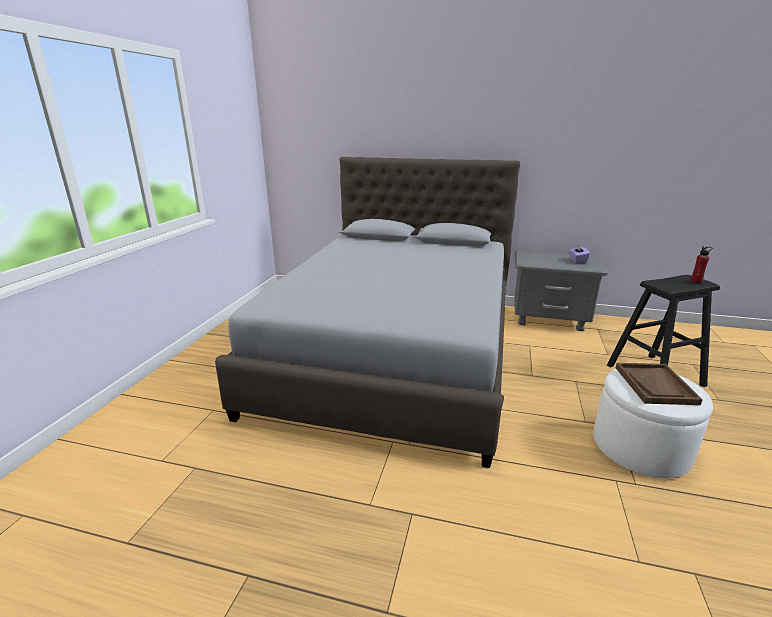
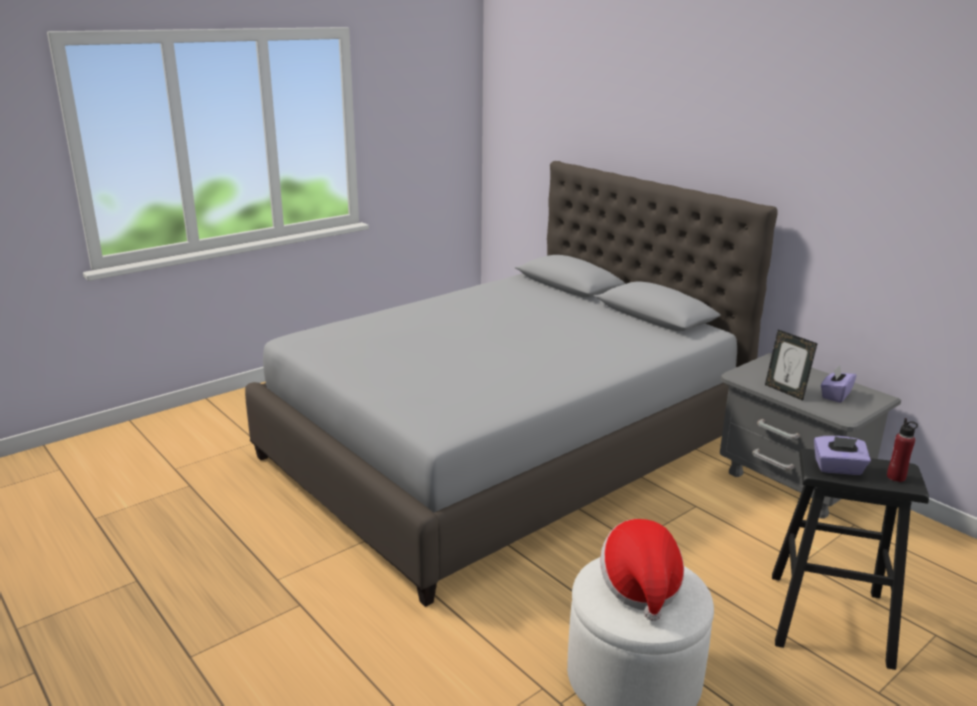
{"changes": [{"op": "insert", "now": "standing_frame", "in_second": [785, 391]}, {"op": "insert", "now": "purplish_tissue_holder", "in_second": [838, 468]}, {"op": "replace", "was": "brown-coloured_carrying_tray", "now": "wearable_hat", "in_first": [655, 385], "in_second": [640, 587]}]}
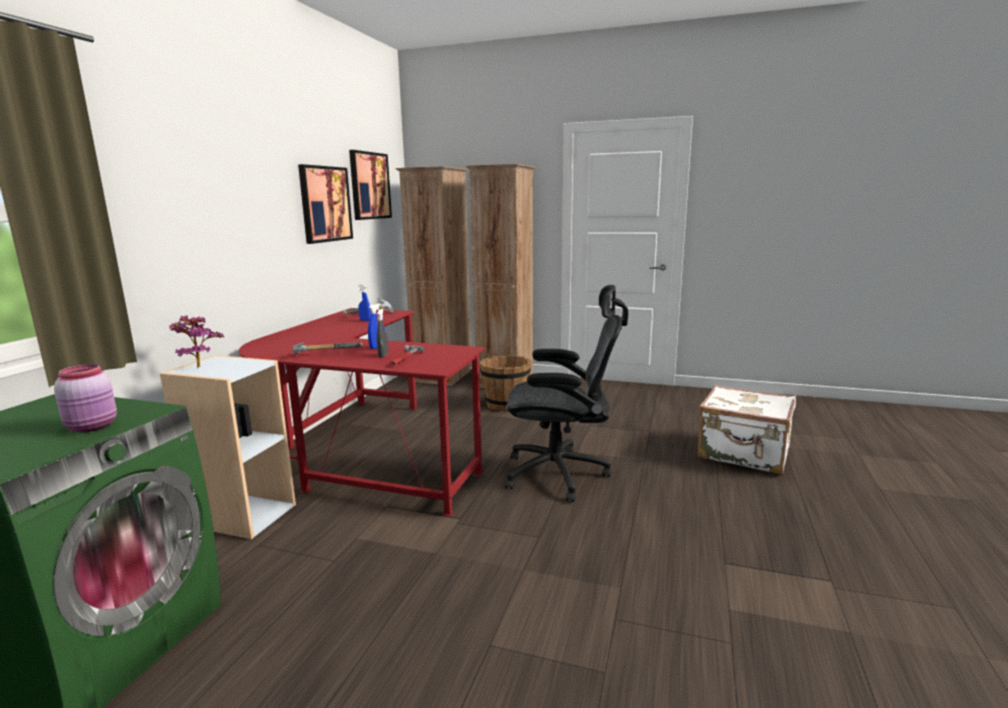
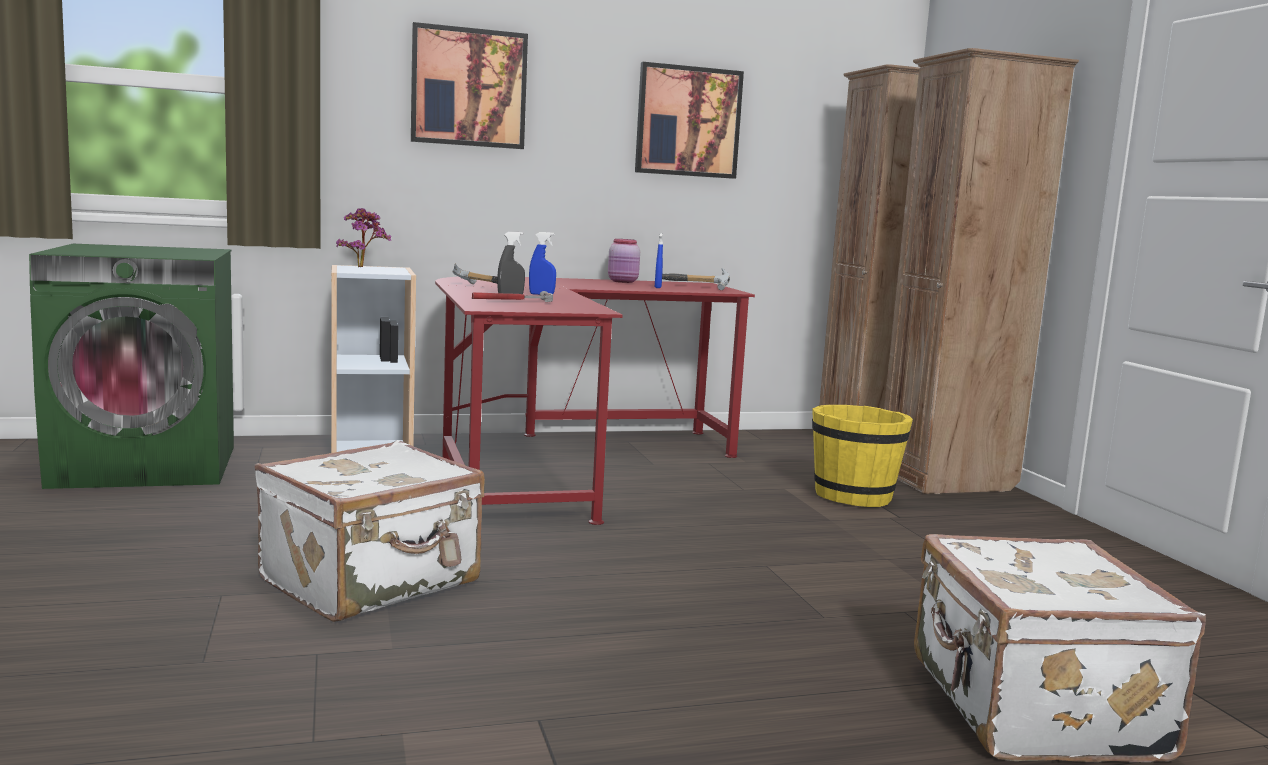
{"changes": [{"op": "delete", "was": "office_chair", "in_first": [561, 474]}, {"op": "insert", "now": "white_travel_case", "in_second": [373, 582]}, {"op": "move", "was": "pinkish_jar", "in_first": [94, 426], "in_second": [623, 282]}, {"op": "move", "was": "wall_picture", "in_first": [369, 186], "in_second": [468, 87]}, {"op": "recolor", "was": "brown-coloured_water_bucket", "now": "yellowish_water_bucket", "in_first": [506, 404], "in_second": [853, 496]}]}
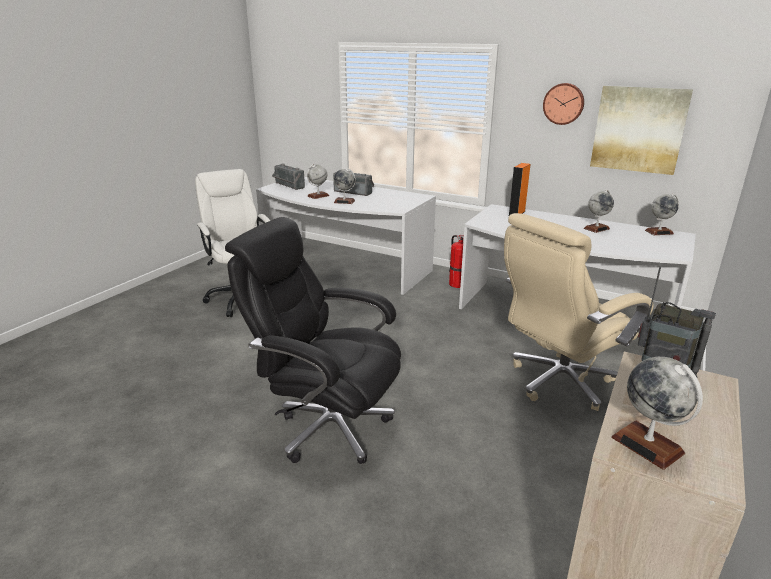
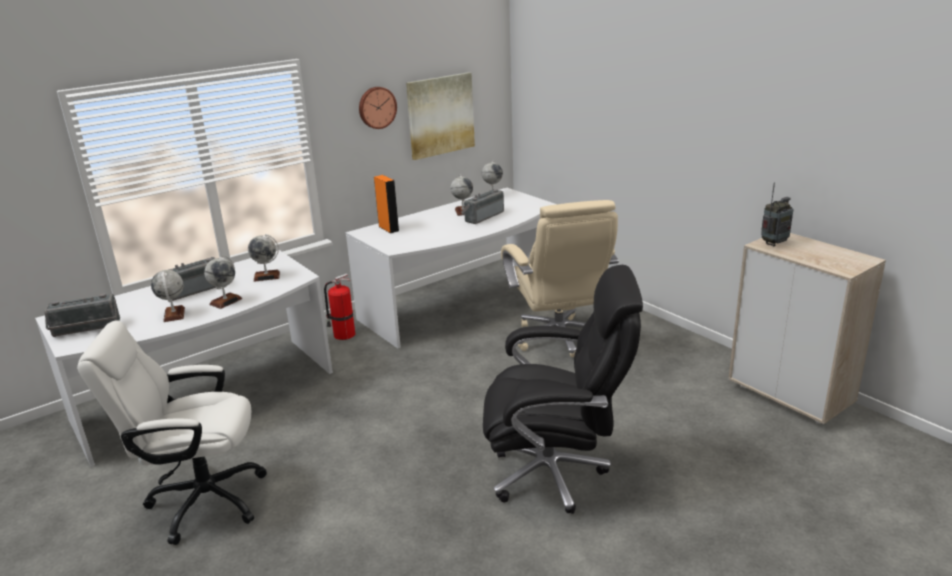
{"changes": [{"op": "insert", "now": "radio_set", "in_second": [482, 216]}, {"op": "move", "was": "desk_globe", "in_first": [647, 445], "in_second": [267, 276]}, {"op": "rotate", "was": "black_office_chair", "in_first": [327, 428], "in_second": [555, 475], "clockwise": -135}]}
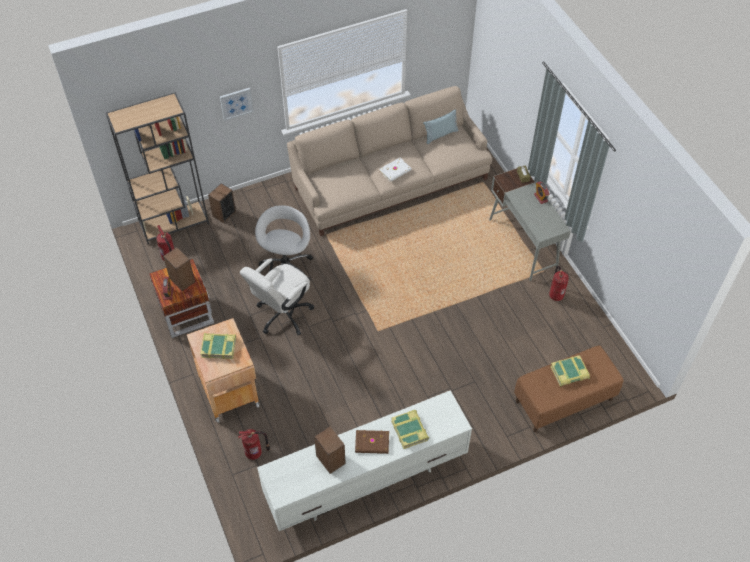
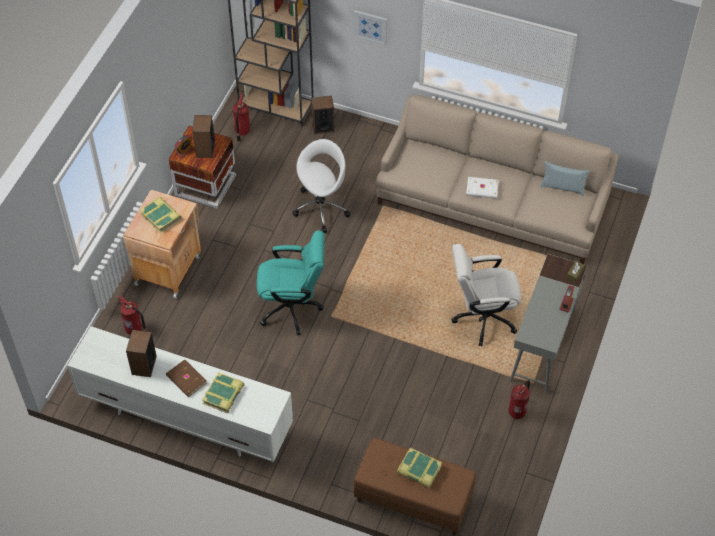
{"changes": [{"op": "insert", "now": "turquoise_office_chair", "in_second": [293, 309]}, {"op": "move", "was": "white_office_chair", "in_first": [282, 316], "in_second": [481, 319]}]}
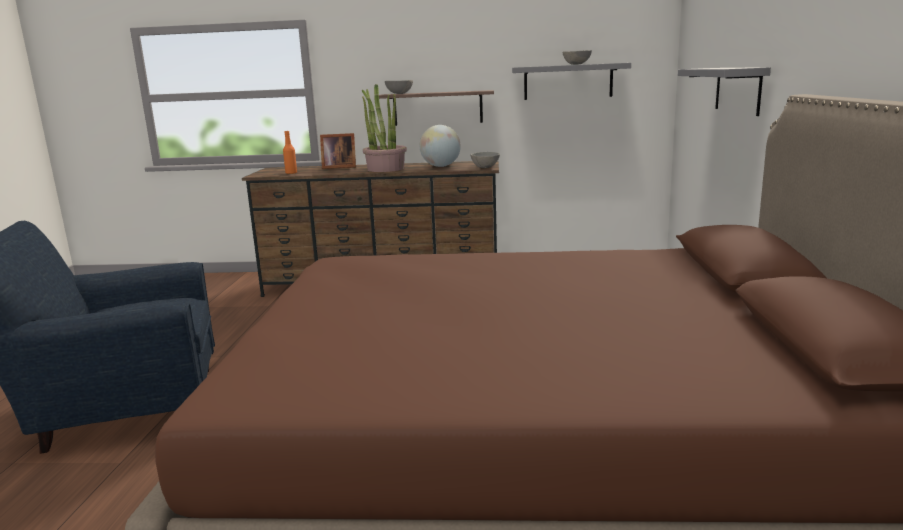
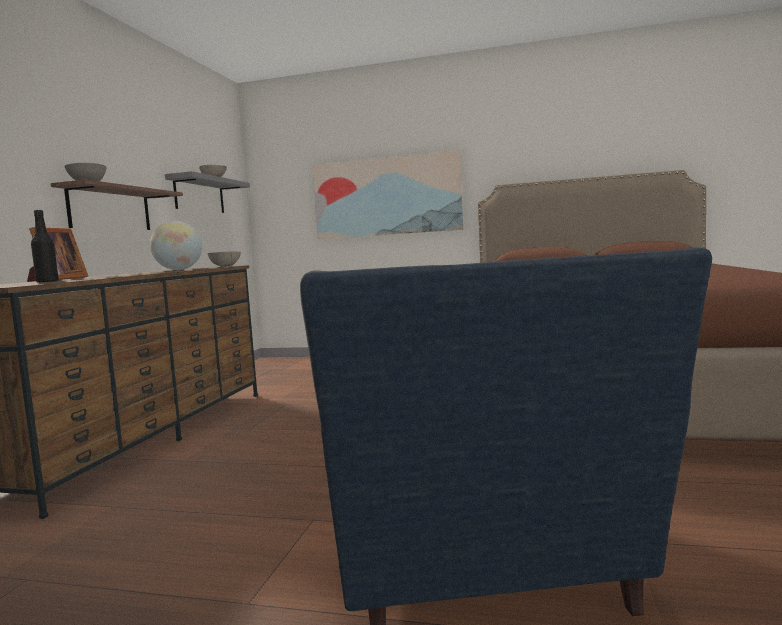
{"changes": [{"op": "delete", "was": "potted_plant", "in_first": [385, 169]}, {"op": "replace", "was": "gray_bracket_shelf", "now": "wall_picture", "in_first": [737, 90], "in_second": [386, 196]}, {"op": "recolor", "was": "orange-coloured_bottle", "now": "black_bottle", "in_first": [291, 173], "in_second": [47, 282]}]}
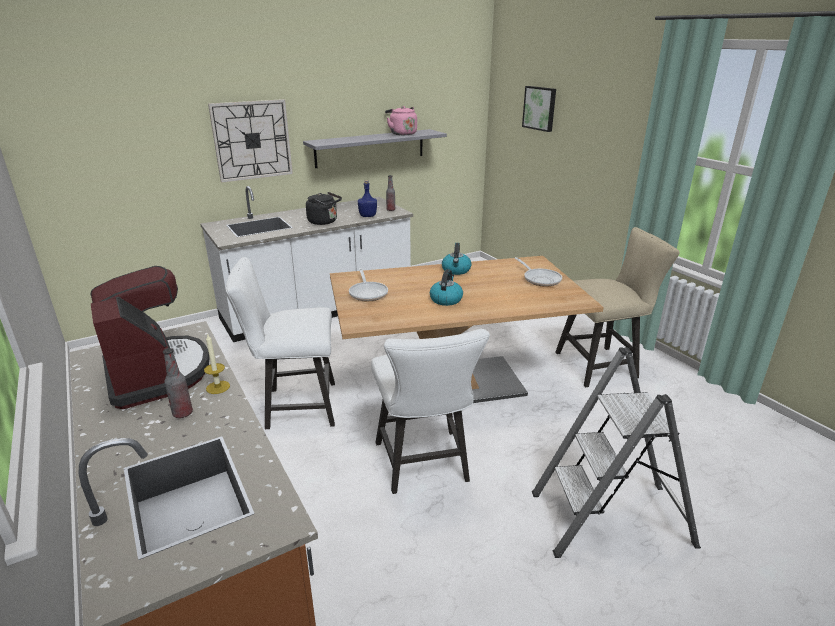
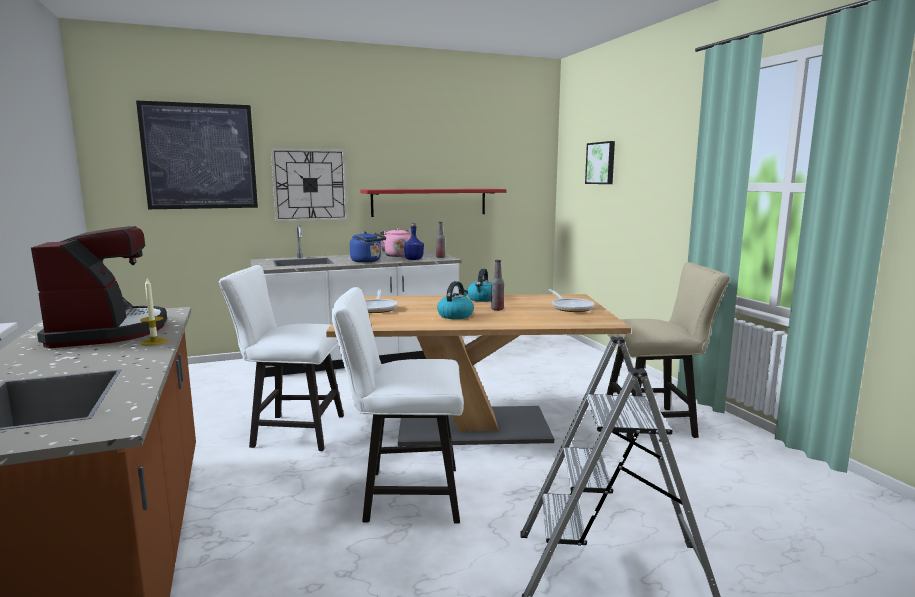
{"changes": [{"op": "insert", "now": "wall_picture", "in_second": [200, 156]}, {"op": "move", "was": "bottle", "in_first": [183, 413], "in_second": [497, 309]}, {"op": "move", "was": "pinkish_tea_kettle", "in_first": [402, 133], "in_second": [396, 255]}, {"op": "recolor", "was": "gray_bracket_shelf", "now": "red-coloured_bracket_shelf", "in_first": [370, 148], "in_second": [429, 202]}, {"op": "recolor", "was": "black_tea_kettle", "now": "bluish_tea_kettle", "in_first": [324, 222], "in_second": [367, 261]}, {"op": "rotate", "was": "white_chair", "in_first": [424, 466], "in_second": [403, 495], "clockwise": 90}]}
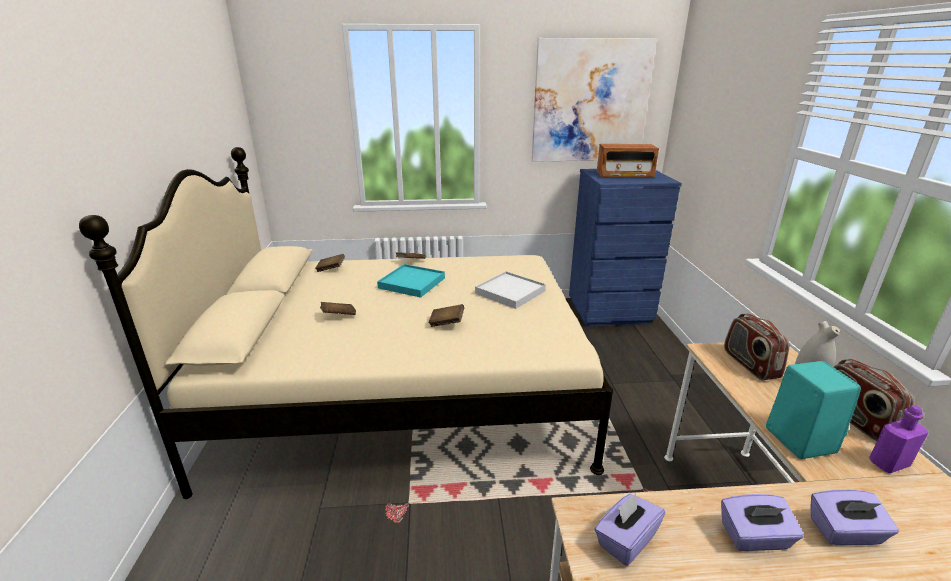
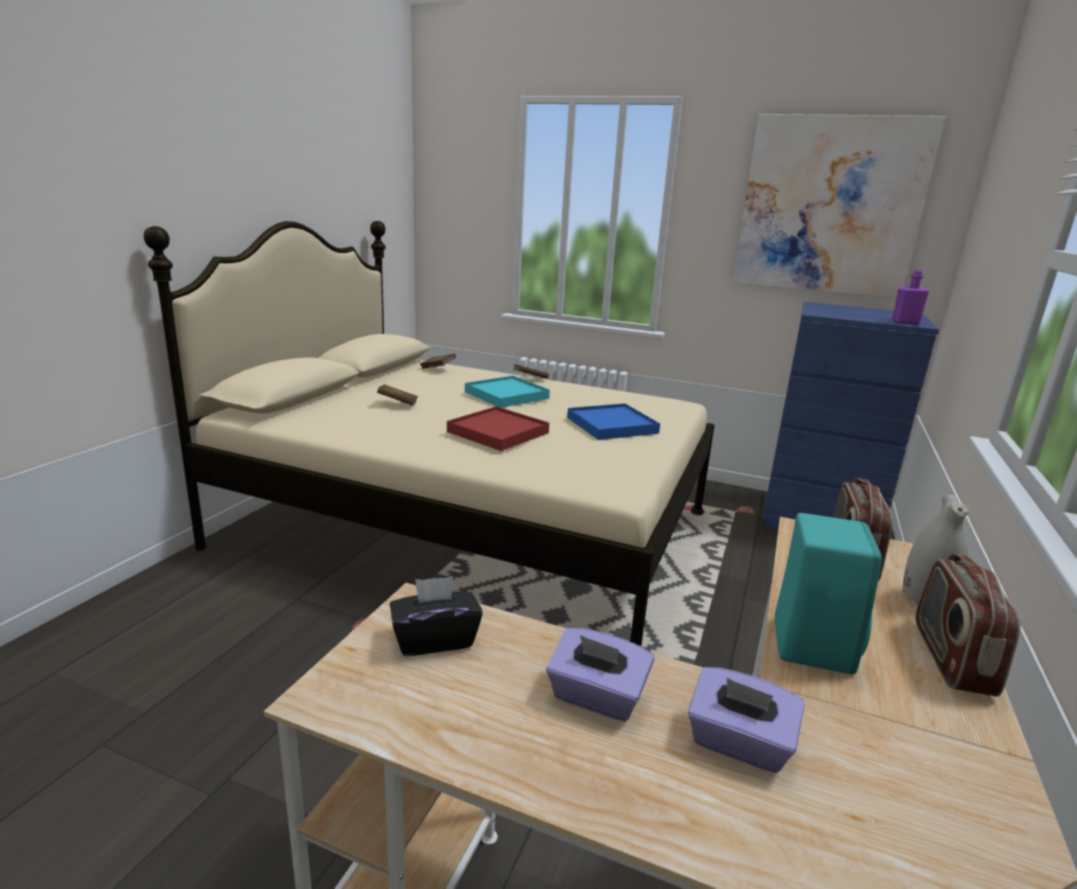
{"changes": [{"op": "delete", "was": "radio_set", "in_first": [624, 175]}, {"op": "move", "was": "purplish_bottle", "in_first": [888, 463], "in_second": [905, 323]}, {"op": "replace", "was": "brown-coloured_bound_book", "now": "red-coloured_carrying_tray", "in_first": [446, 323], "in_second": [498, 432]}, {"op": "recolor", "was": "white_carrying_tray", "now": "bluish_carrying_tray", "in_first": [510, 292], "in_second": [612, 425]}, {"op": "recolor", "was": "purplish_tissue_holder", "now": "black_tissue_holder", "in_first": [625, 540], "in_second": [435, 639]}]}
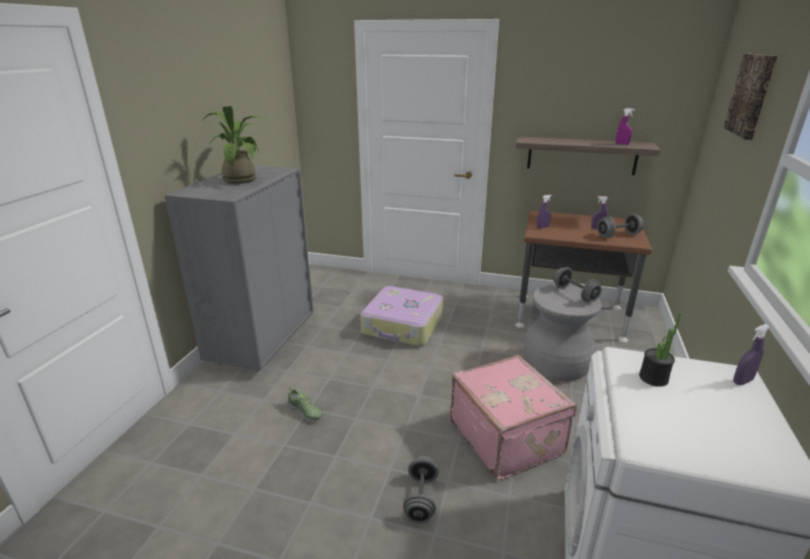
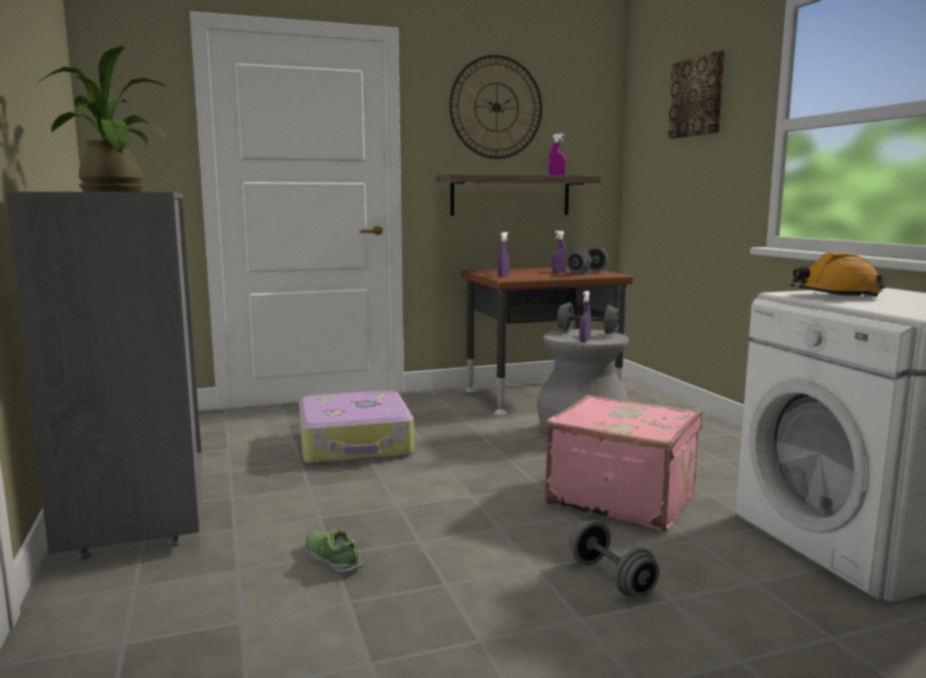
{"changes": [{"op": "insert", "now": "hanging_clock", "in_second": [496, 107]}, {"op": "move", "was": "purplish_sprayer", "in_first": [742, 381], "in_second": [584, 341]}, {"op": "replace", "was": "potted_plant", "now": "orange-coloured_safety_helmet", "in_first": [653, 378], "in_second": [835, 296]}, {"op": "rotate", "was": "item_of_footwear", "in_first": [305, 412], "in_second": [332, 559], "clockwise": -135}]}
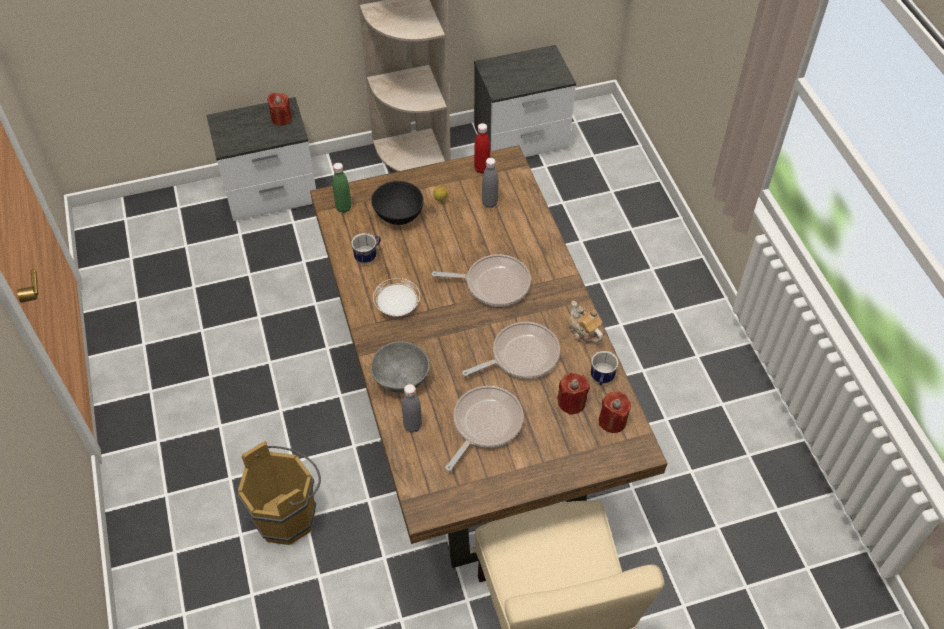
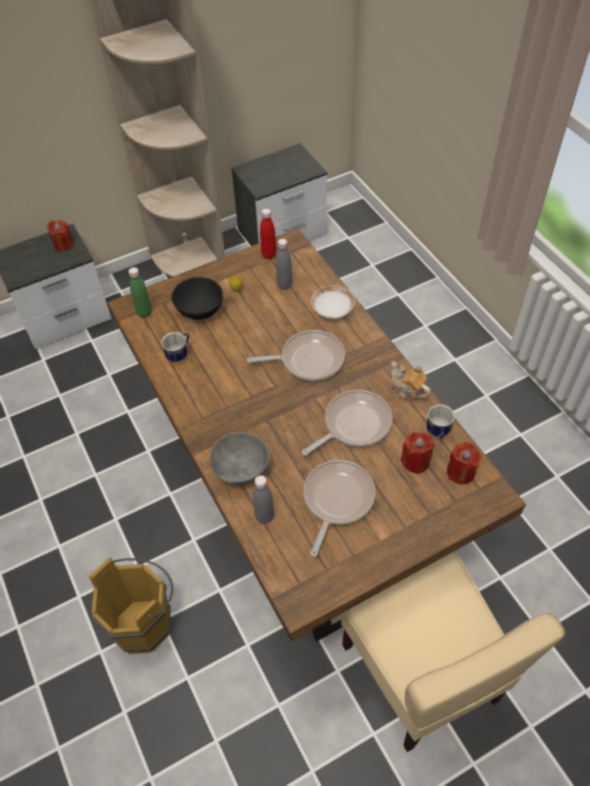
{"changes": [{"op": "move", "was": "white_flat_dish", "in_first": [397, 306], "in_second": [332, 310]}]}
